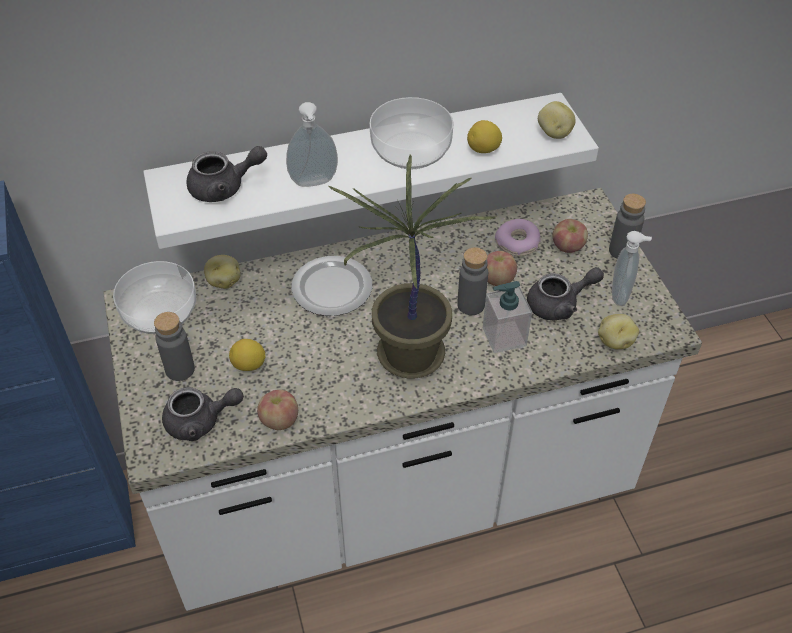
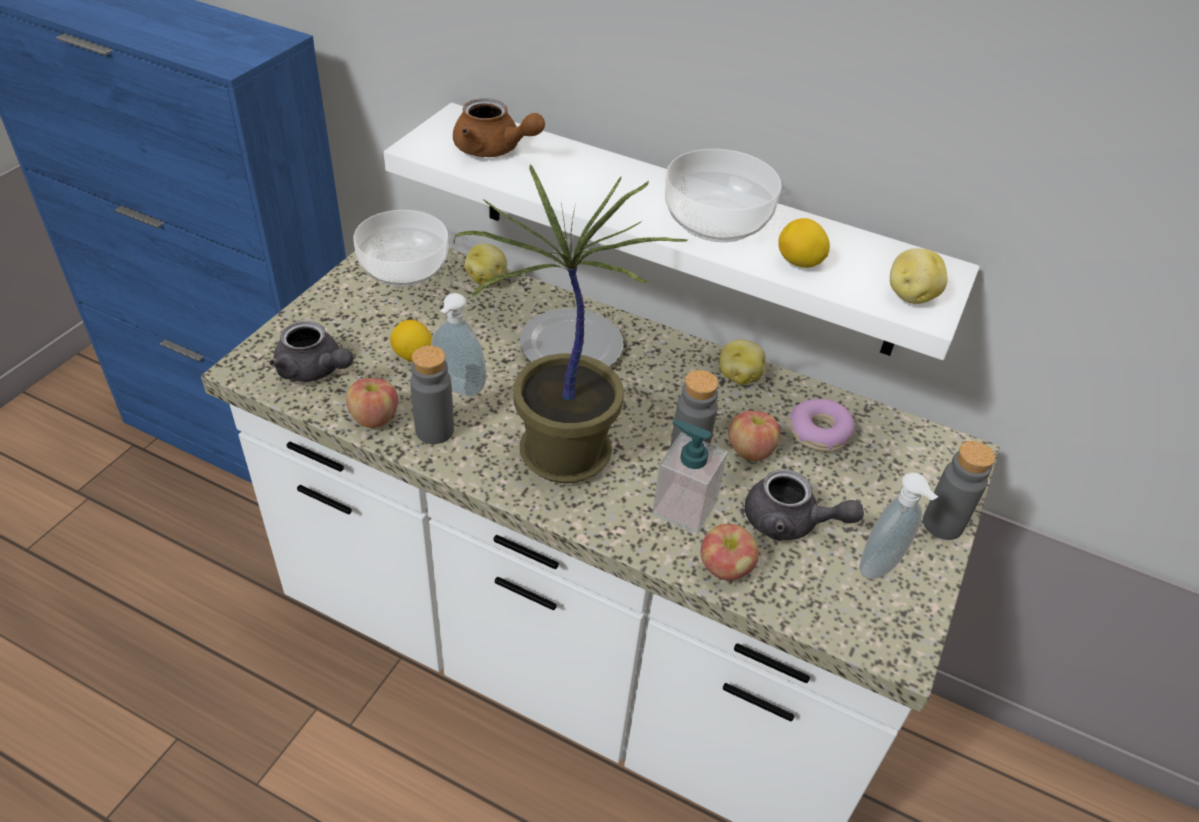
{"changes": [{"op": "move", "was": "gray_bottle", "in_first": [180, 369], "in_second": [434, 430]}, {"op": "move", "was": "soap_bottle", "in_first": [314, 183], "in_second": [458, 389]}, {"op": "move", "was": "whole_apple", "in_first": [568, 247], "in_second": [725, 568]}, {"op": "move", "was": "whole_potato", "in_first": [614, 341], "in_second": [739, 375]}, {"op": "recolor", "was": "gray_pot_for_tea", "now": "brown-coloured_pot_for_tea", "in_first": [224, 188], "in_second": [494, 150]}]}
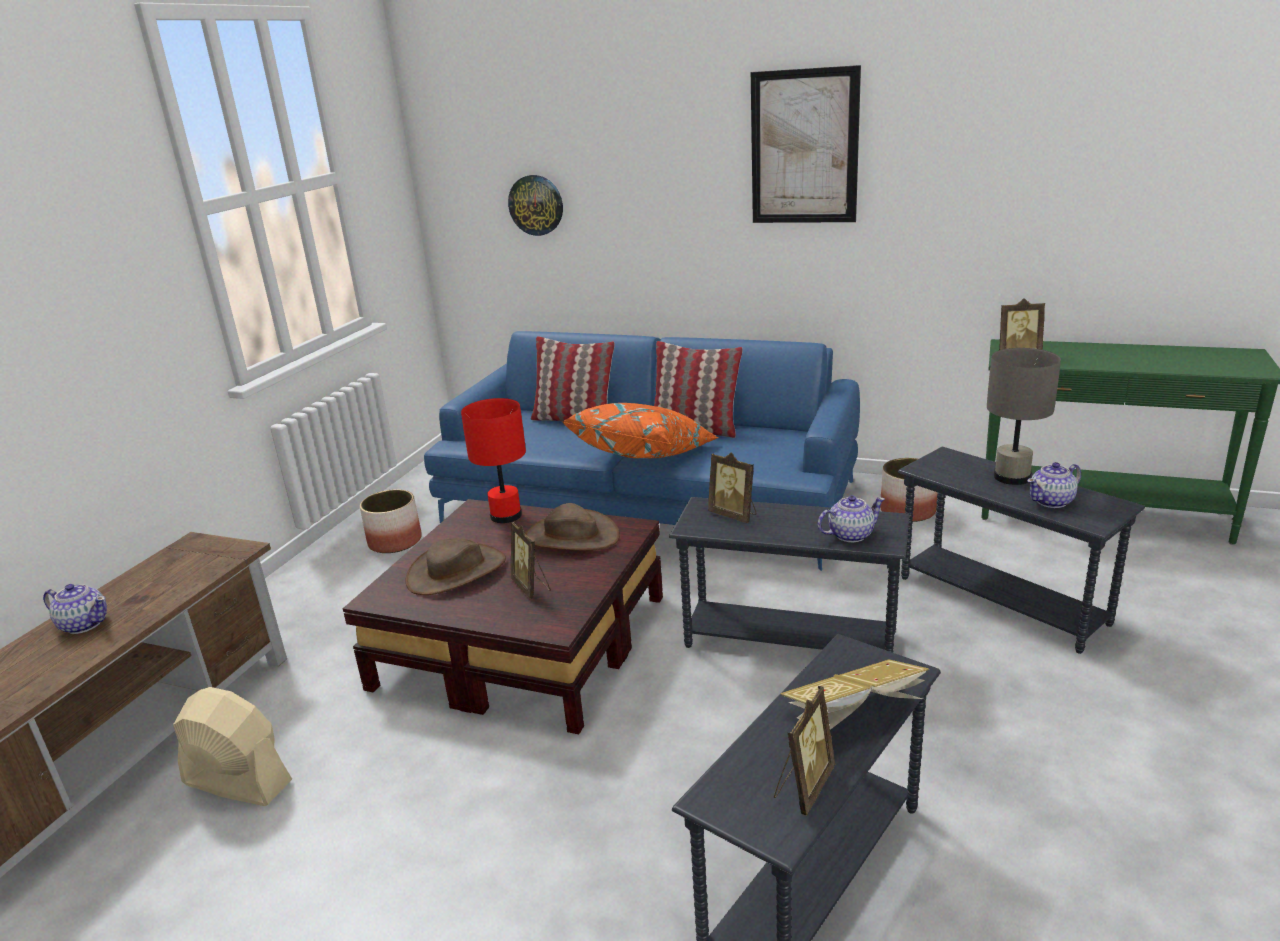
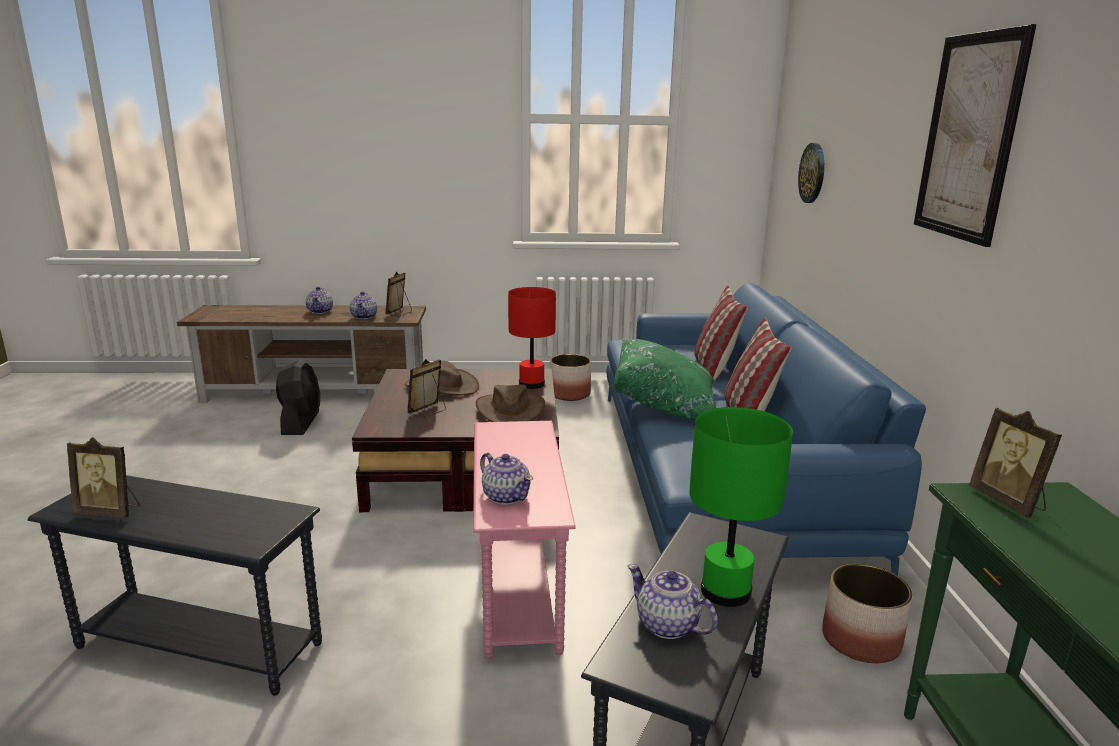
{"changes": [{"op": "delete", "was": "bound_book", "in_first": [854, 716]}, {"op": "insert", "now": "pot_for_tea", "in_second": [364, 316]}, {"op": "move", "was": "standing_frame", "in_first": [734, 515], "in_second": [399, 313]}, {"op": "recolor", "was": "sand-coloured_fan", "now": "black_fan", "in_first": [237, 782], "in_second": [301, 422]}, {"op": "recolor", "was": "orange-coloured_pillow", "now": "green-coloured_pillow", "in_first": [644, 455], "in_second": [666, 405]}, {"op": "recolor", "was": "gray_end_table", "now": "pinkish_end_table", "in_first": [789, 639], "in_second": [520, 588]}, {"op": "recolor", "was": "gray_table_lamp", "now": "green-coloured_table_lamp", "in_first": [1012, 477], "in_second": [727, 591]}]}
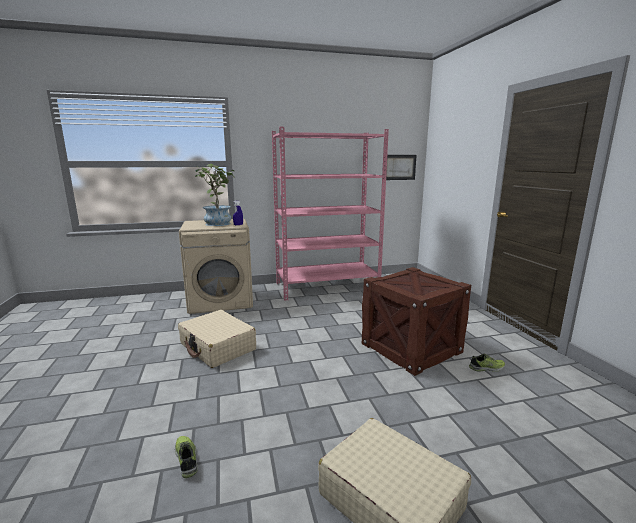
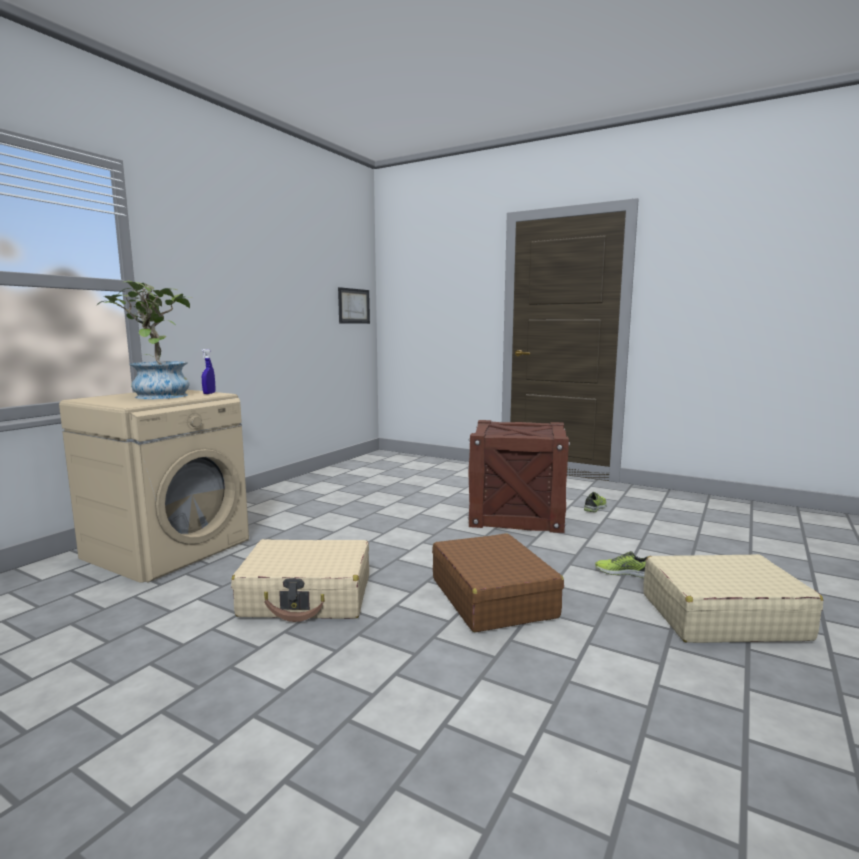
{"changes": [{"op": "delete", "was": "pinkish_bookcase", "in_first": [327, 287]}, {"op": "insert", "now": "brown-coloured_travel_case", "in_second": [492, 597]}, {"op": "move", "was": "item_of_footwear", "in_first": [187, 459], "in_second": [623, 572]}]}
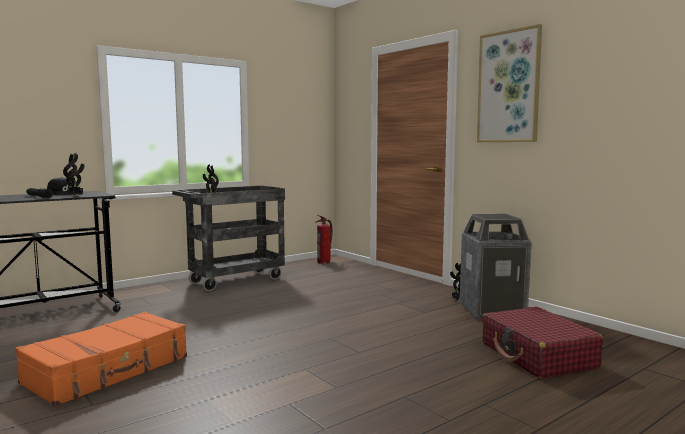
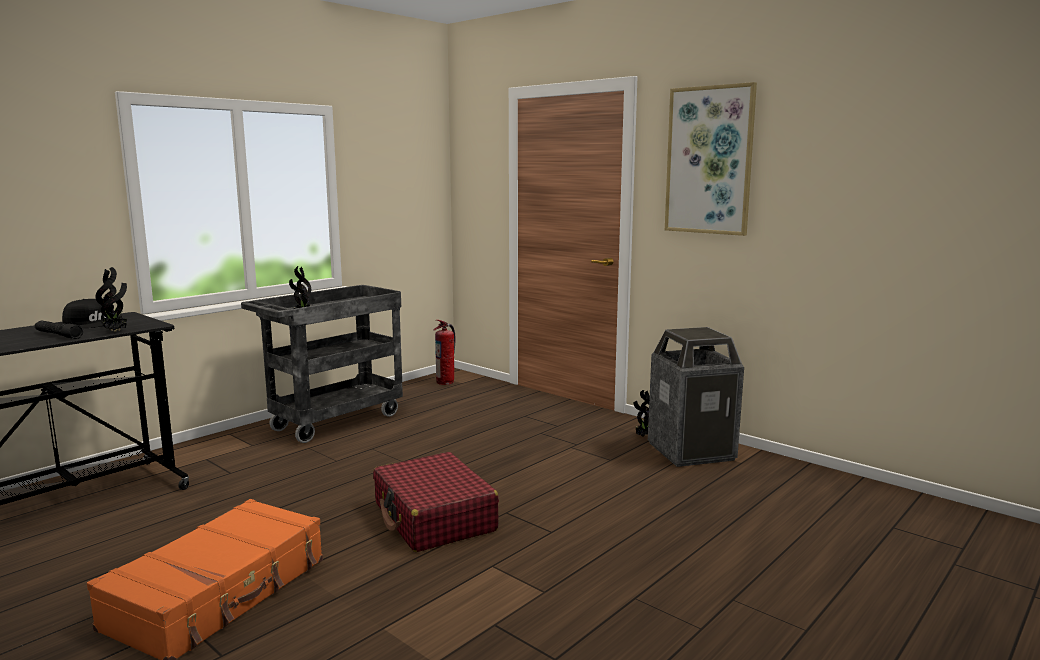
{"changes": [{"op": "move", "was": "red-coloured_travel_case", "in_first": [538, 356], "in_second": [434, 518]}]}
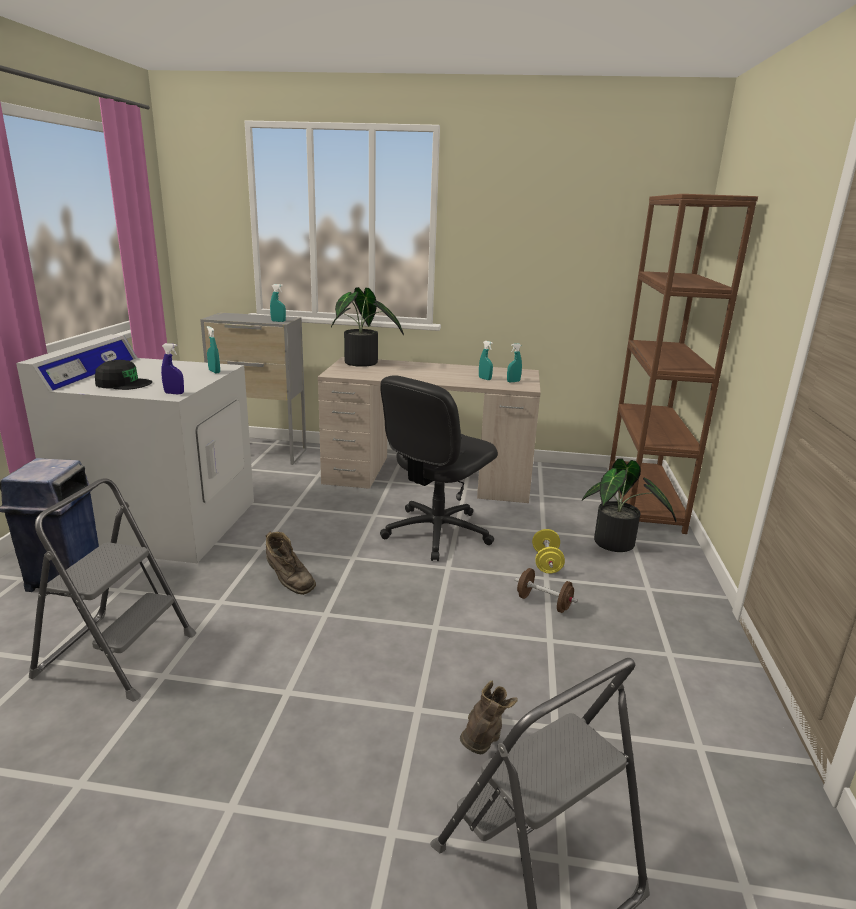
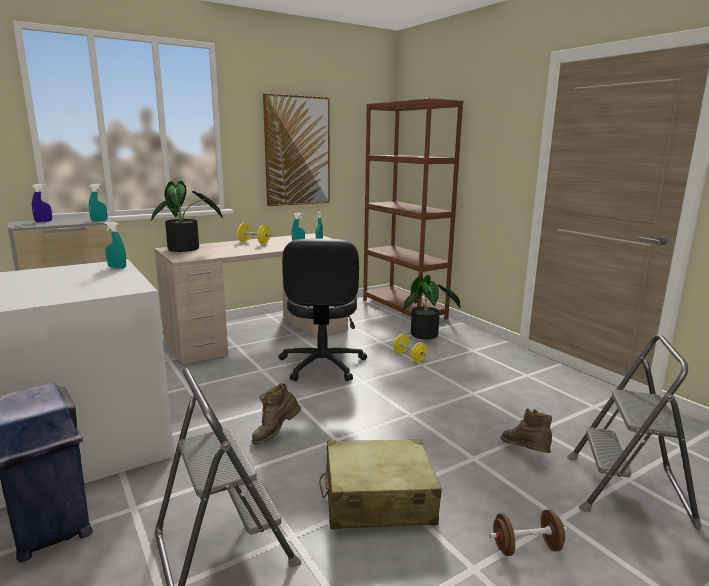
{"changes": [{"op": "delete", "was": "black_cap", "in_first": [123, 383]}, {"op": "insert", "now": "yellowish_dumbbell", "in_second": [254, 242]}, {"op": "insert", "now": "wall_picture", "in_second": [297, 151]}, {"op": "insert", "now": "sand-coloured_travel_case", "in_second": [377, 499]}, {"op": "move", "was": "bluish_sprayer", "in_first": [174, 393], "in_second": [43, 221]}, {"op": "move", "was": "brown-coloured_dumbbell", "in_first": [543, 603], "in_second": [526, 547]}, {"op": "rotate", "was": "brown-coloured_boot", "in_first": [288, 582], "in_second": [275, 434], "clockwise": 135}]}
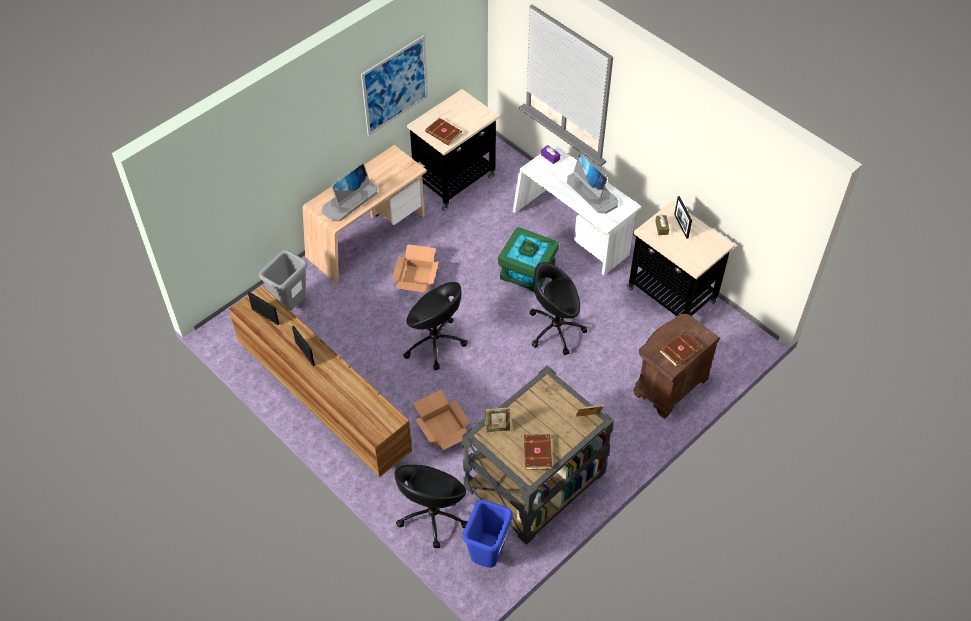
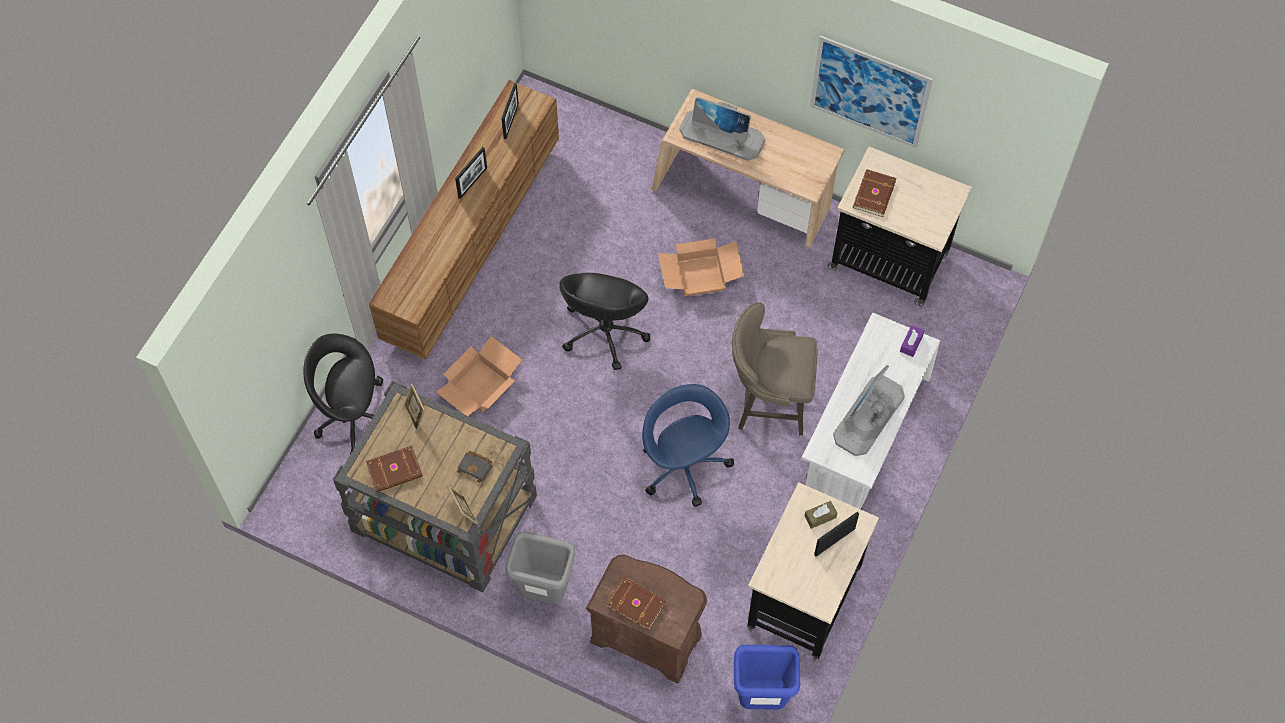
{"changes": [{"op": "insert", "now": "black_bound_book", "in_second": [476, 467]}, {"op": "move", "was": "gray_rubbish_bin", "in_first": [291, 306], "in_second": [545, 591]}, {"op": "move", "was": "bluish_rubbish_bin", "in_first": [487, 556], "in_second": [761, 698]}, {"op": "replace", "was": "green-coloured_storage_bin", "now": "sand-coloured_stool", "in_first": [527, 271], "in_second": [768, 403]}, {"op": "recolor", "was": "black_office_chair", "now": "bluish_office_chair", "in_first": [554, 329], "in_second": [684, 466]}]}
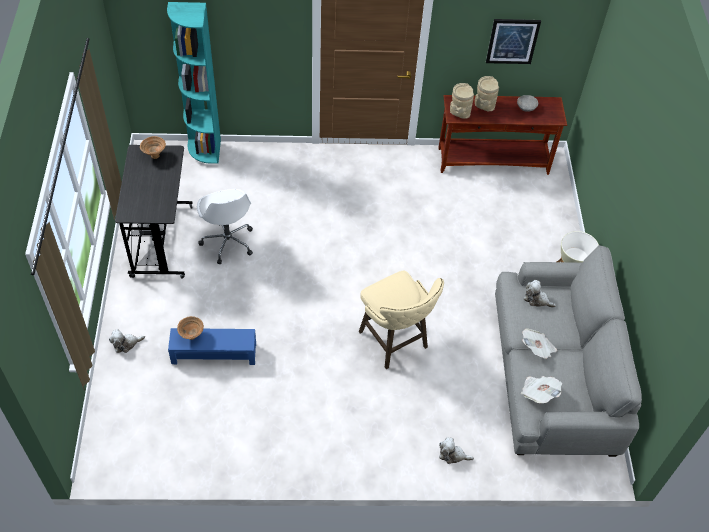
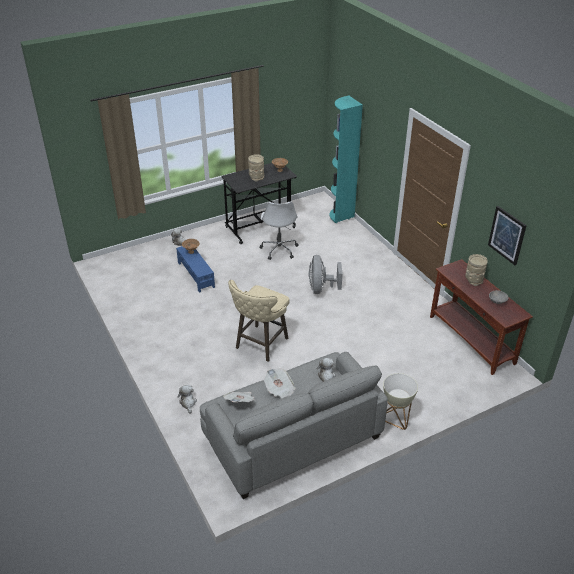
{"changes": [{"op": "insert", "now": "gray_fan", "in_second": [321, 288]}, {"op": "move", "was": "sand-coloured_flower_vase", "in_first": [459, 113], "in_second": [256, 177]}, {"op": "rotate", "was": "white_office_chair", "in_first": [228, 244], "in_second": [279, 250], "clockwise": -45}]}
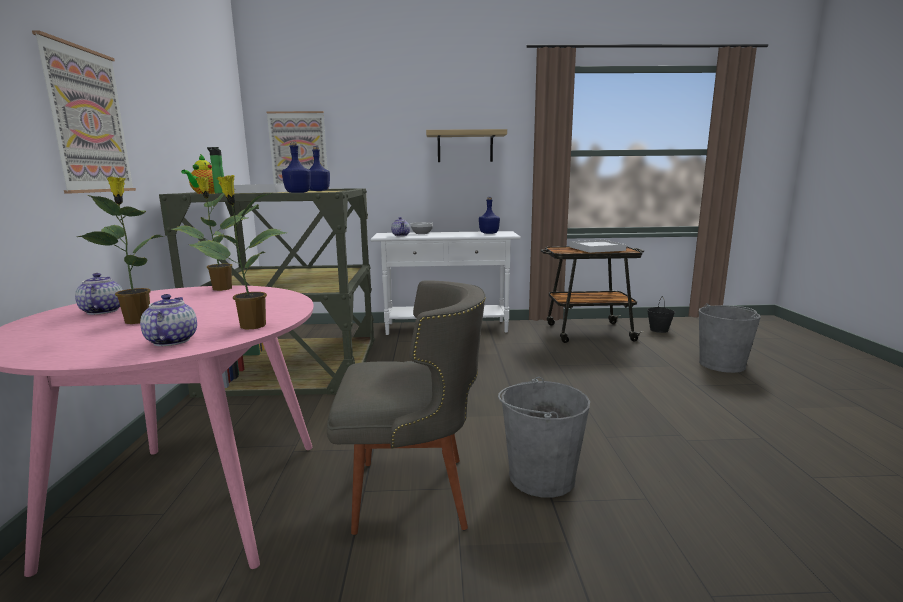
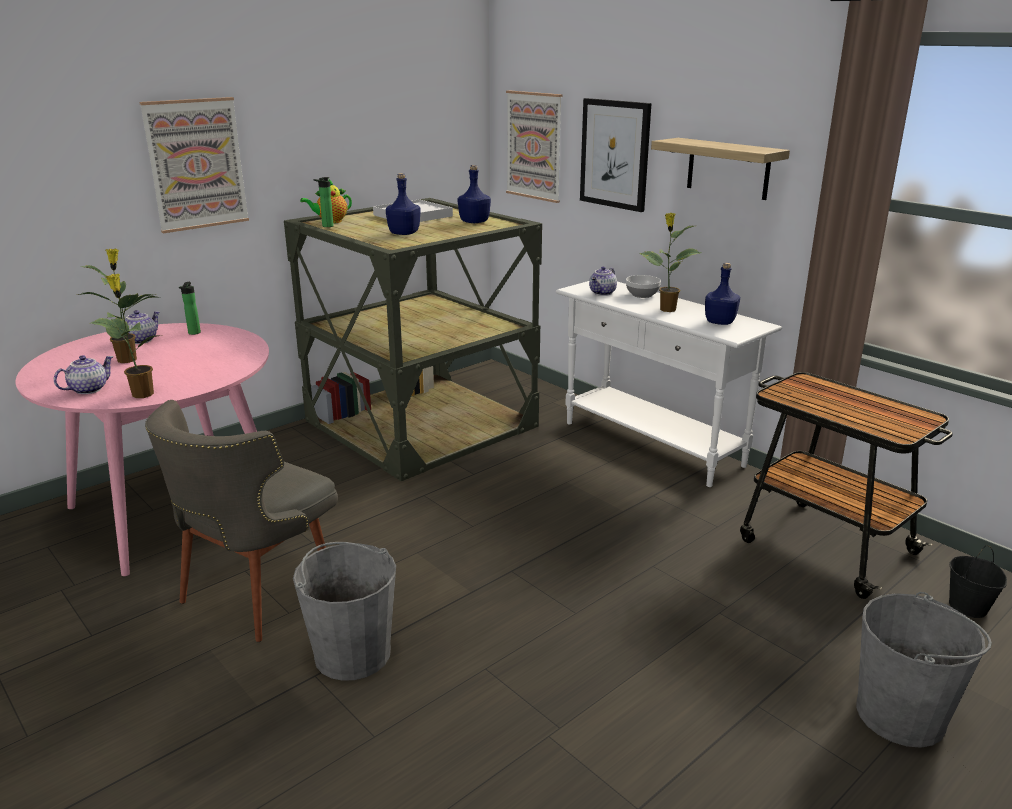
{"changes": [{"op": "delete", "was": "white_carrying_tray", "in_first": [597, 249]}, {"op": "insert", "now": "bottle", "in_second": [193, 333]}, {"op": "insert", "now": "wall_picture", "in_second": [615, 154]}, {"op": "move", "was": "potted_plant", "in_first": [221, 289], "in_second": [666, 309]}, {"op": "rotate", "was": "gray_chair", "in_first": [410, 494], "in_second": [259, 594], "clockwise": 75}]}
